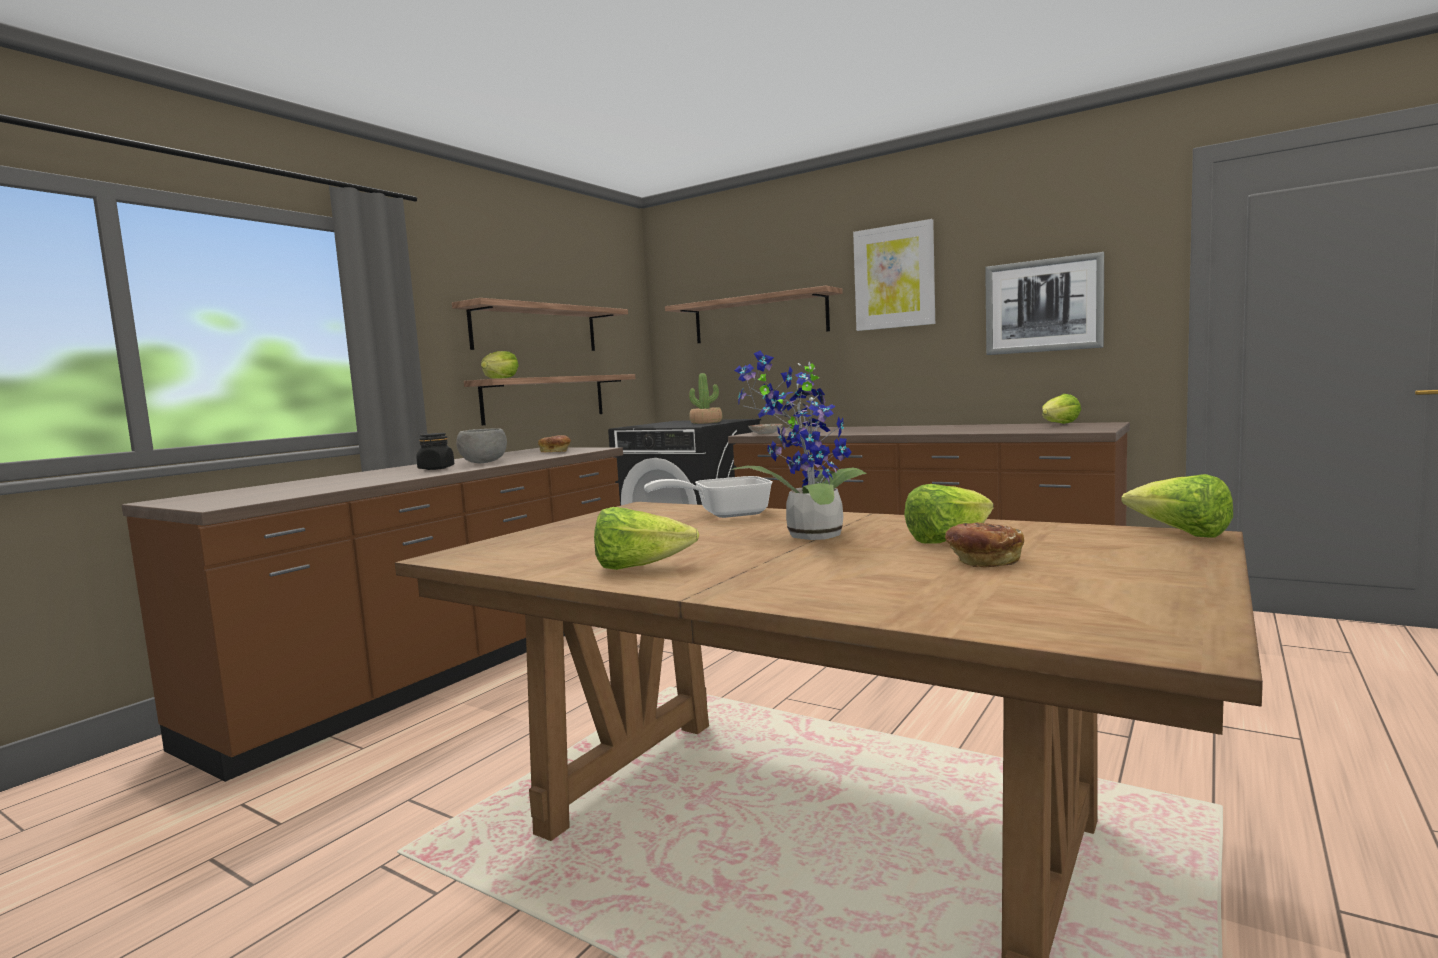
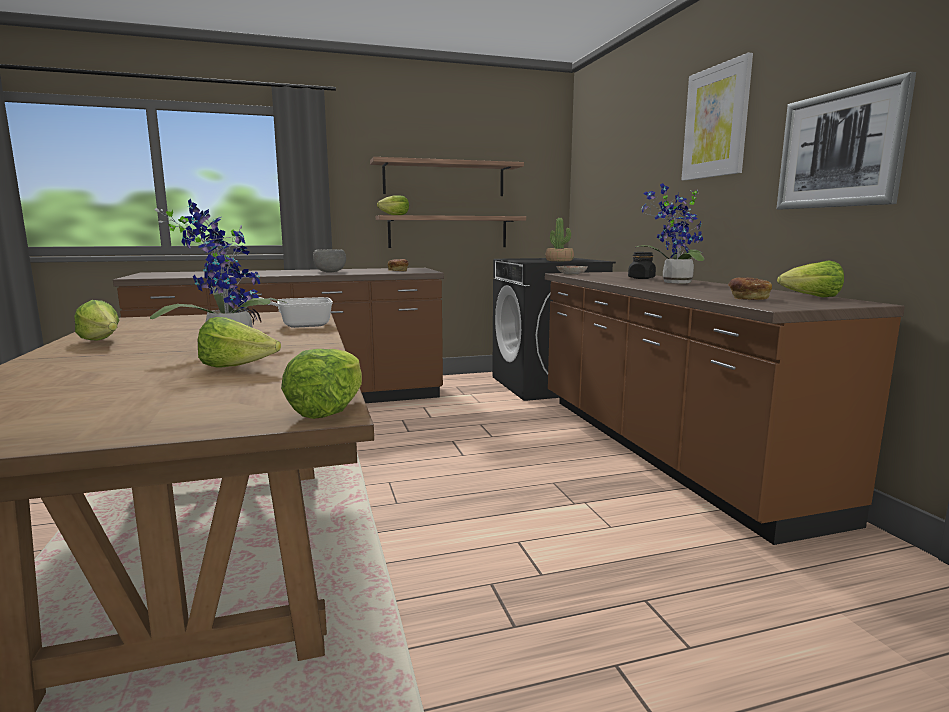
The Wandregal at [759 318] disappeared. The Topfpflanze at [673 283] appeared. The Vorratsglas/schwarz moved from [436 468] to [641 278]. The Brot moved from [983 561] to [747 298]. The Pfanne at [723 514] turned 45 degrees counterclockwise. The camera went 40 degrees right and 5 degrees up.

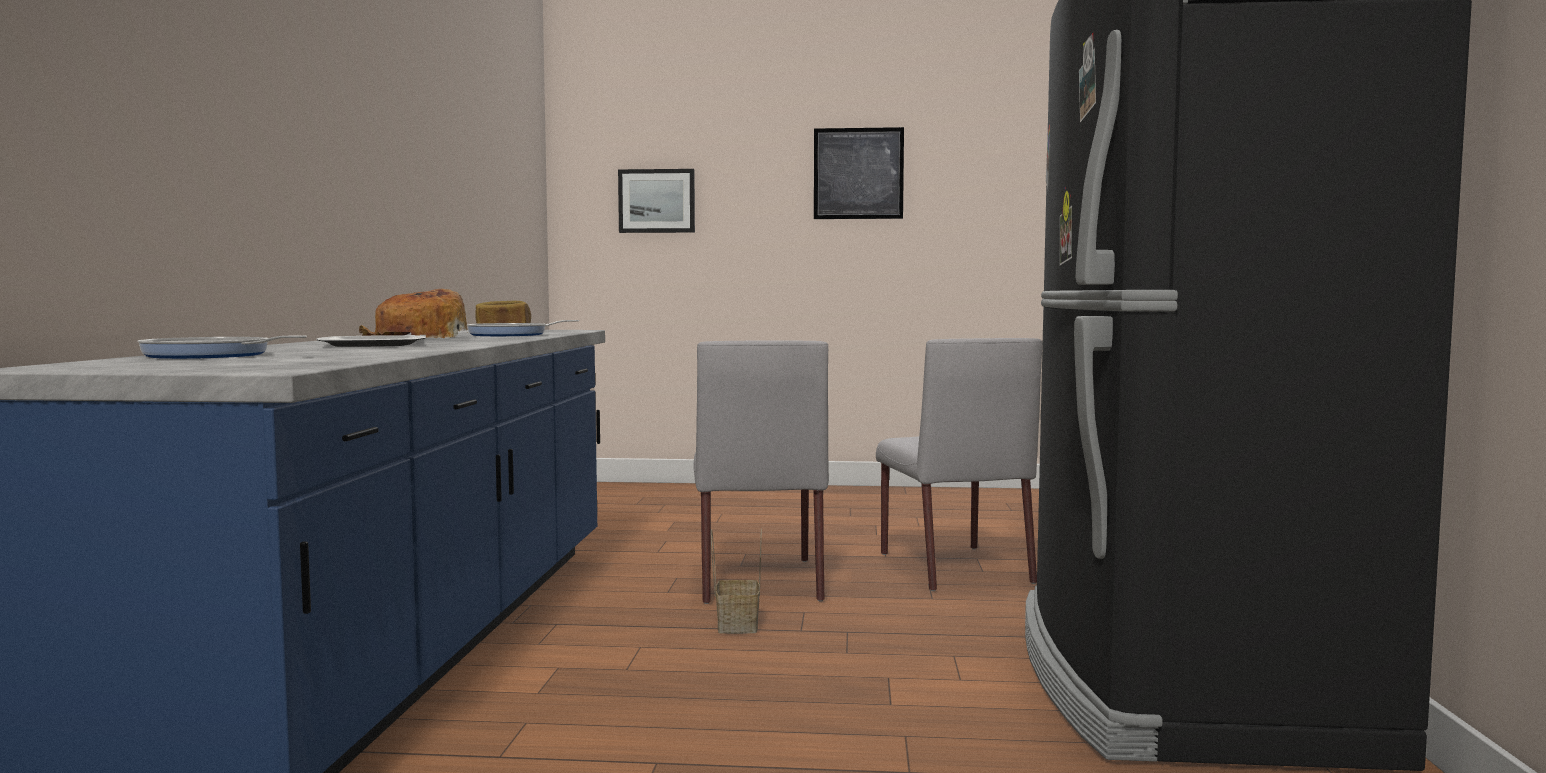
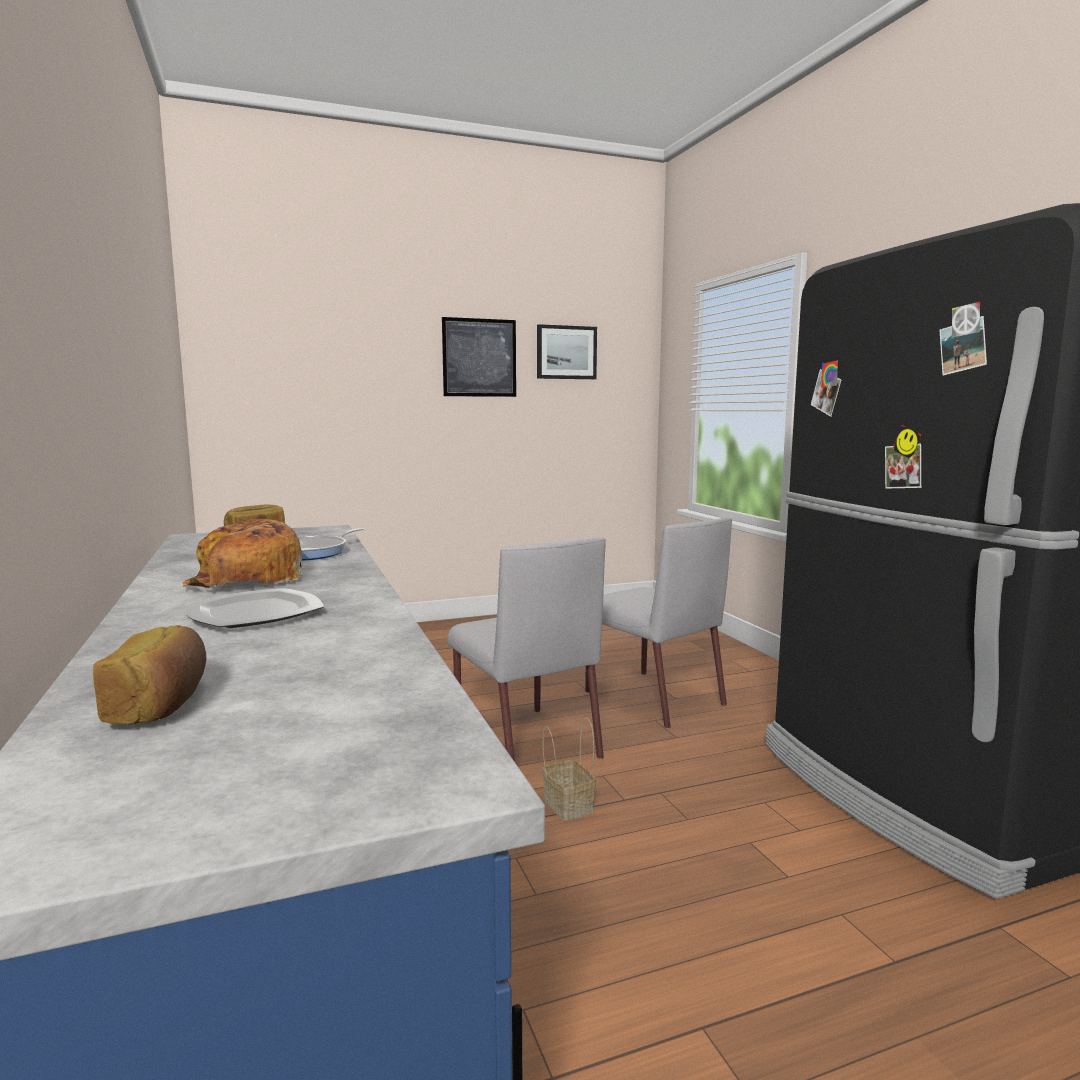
The Bild moved from [657 201] to [566 352]. The Pfanne at [212 355] was replaced by the Brot at [161 704]. The camera went 25 degrees left and 5 degrees up.

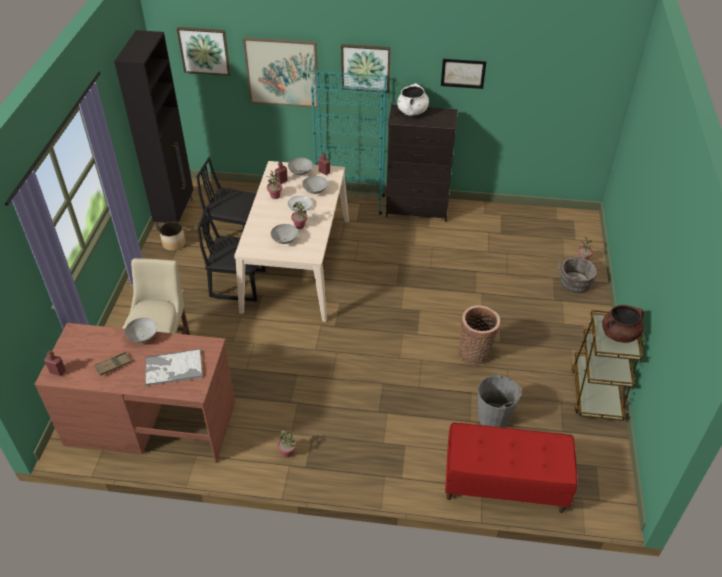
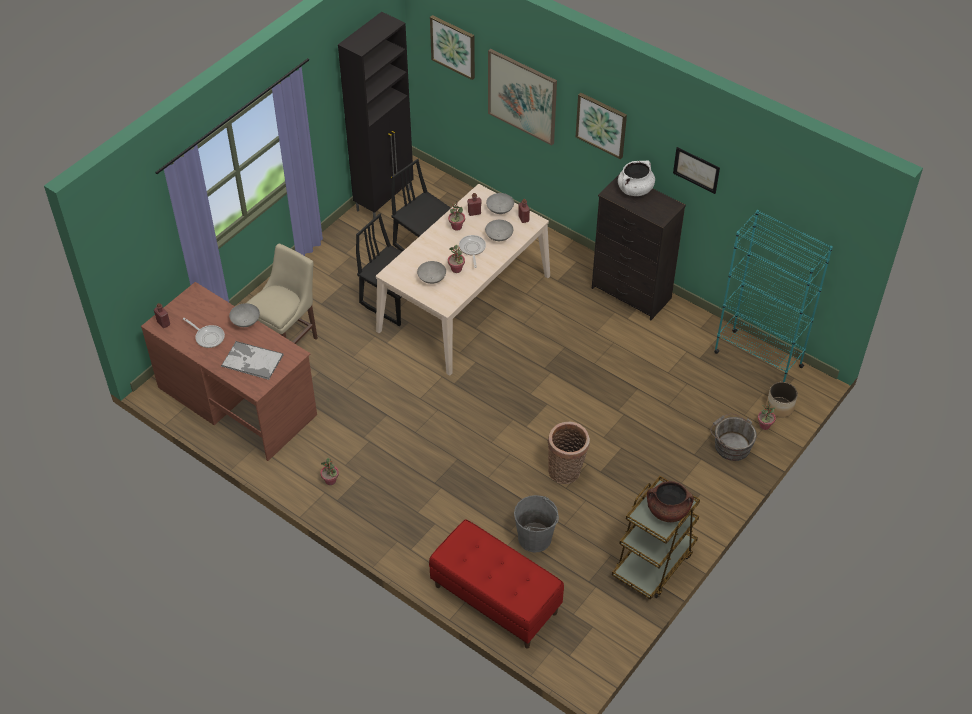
The Pflanzkübel moved from [174 244] to [780 407]. The Bücherregal/türkis moved from [351 202] to [757 359]. The Tablett/braun at [114 365] was replaced by the Pfanne at [208 337]. The camera went 30 degrees right and 5 degrees up.

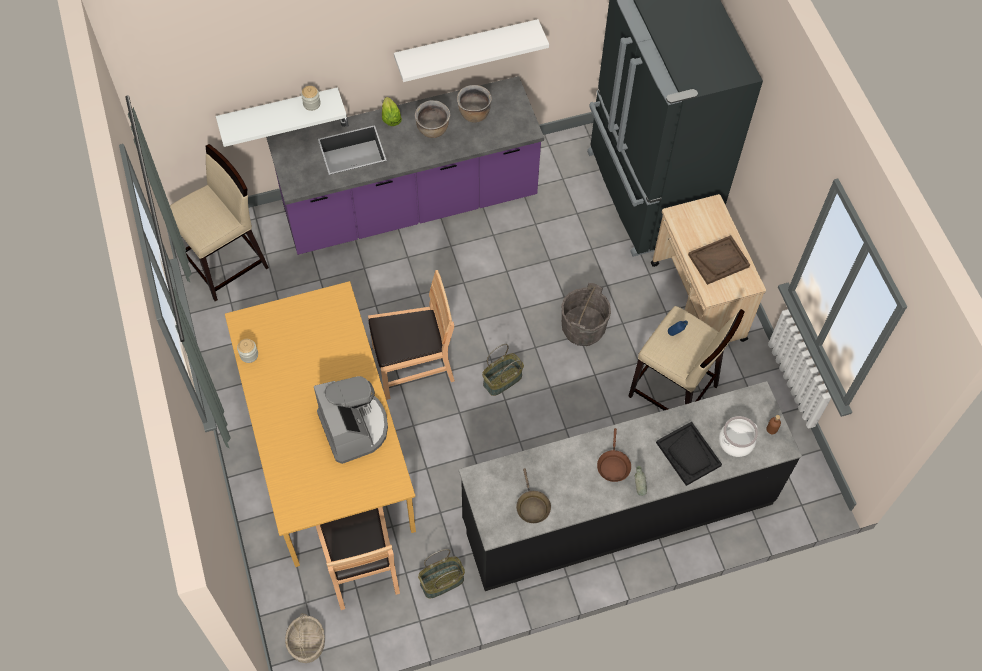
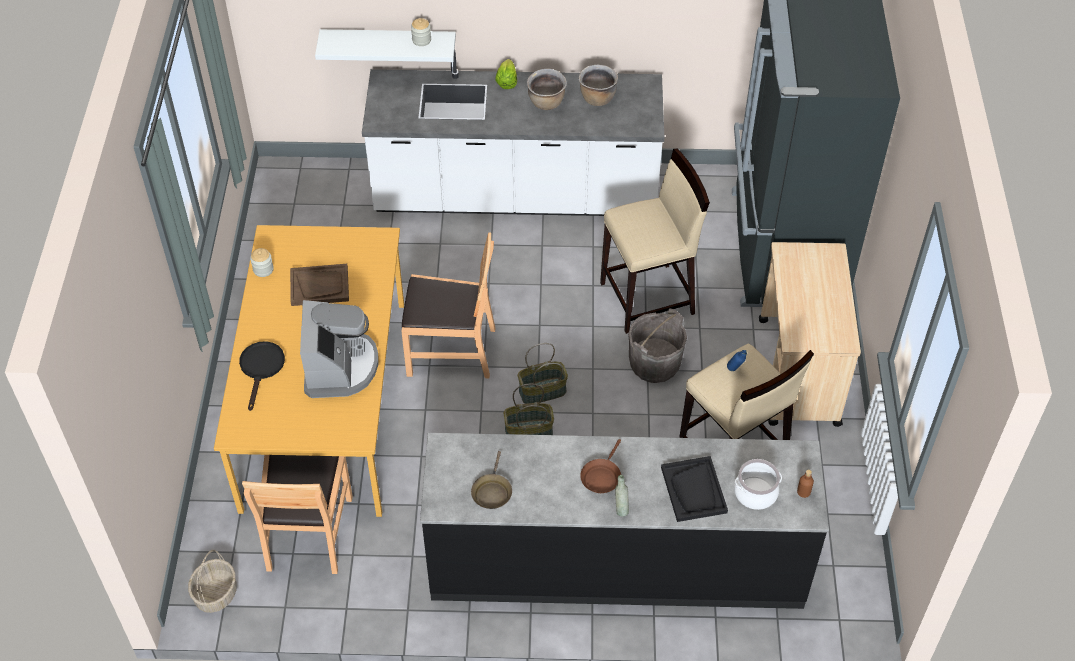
The Wandregal/weiß at [466 46] disappeared. The Pfanne/schwarz at [261 368] appeared. The Hocker/beige moved from [227 264] to [648 298]. The Korb moved from [442 582] to [528 432]. The Tablett/braun moved from [718 260] to [320 286]. The Küchenzeile/lila at [410 205] became the Küchenzeile/weiß at [515 196]. The camera went 20 degrees right and 10 degrees down.

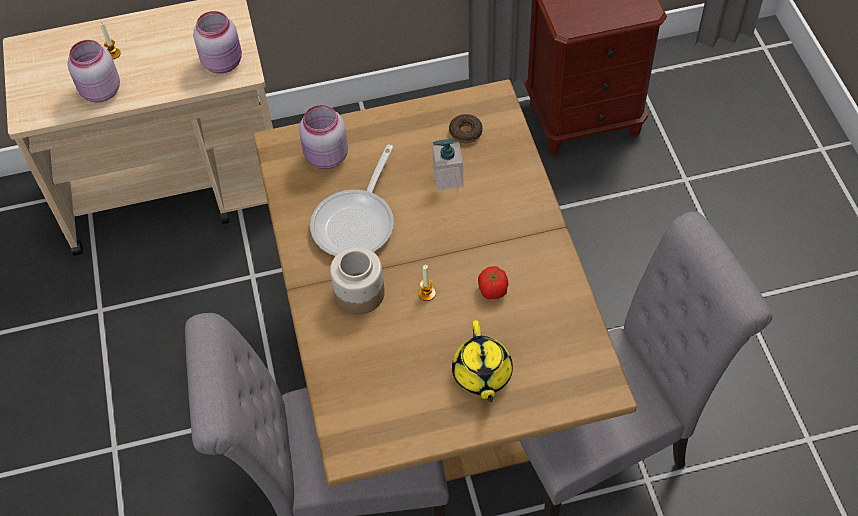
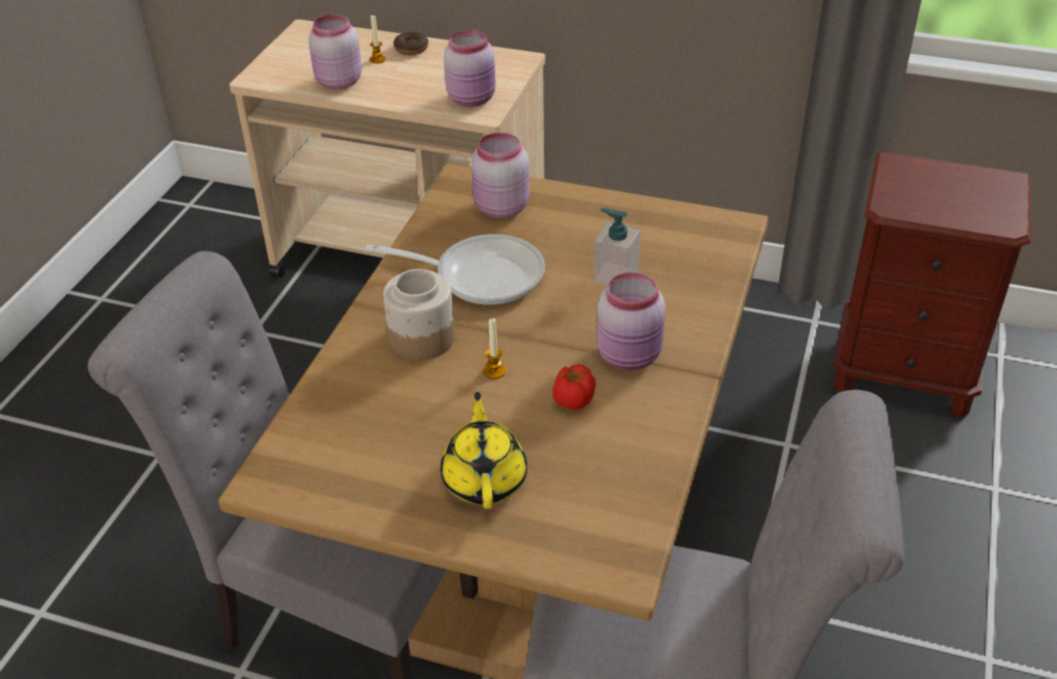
The Vorratsglas/rosa at [631 356] appeared. The Donut moved from [465 132] to [411 49]. The Pfanne at [357 222] turned 135 degrees counterclockwise. The Teekanne/gelb at [482 375] turned 150 degrees clockwise. The camera went 30 degrees right and 15 degrees down.

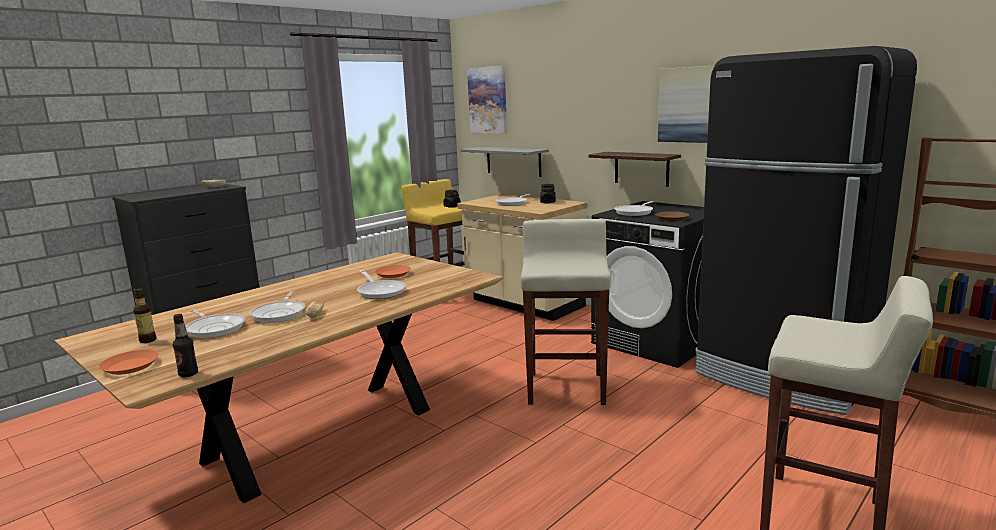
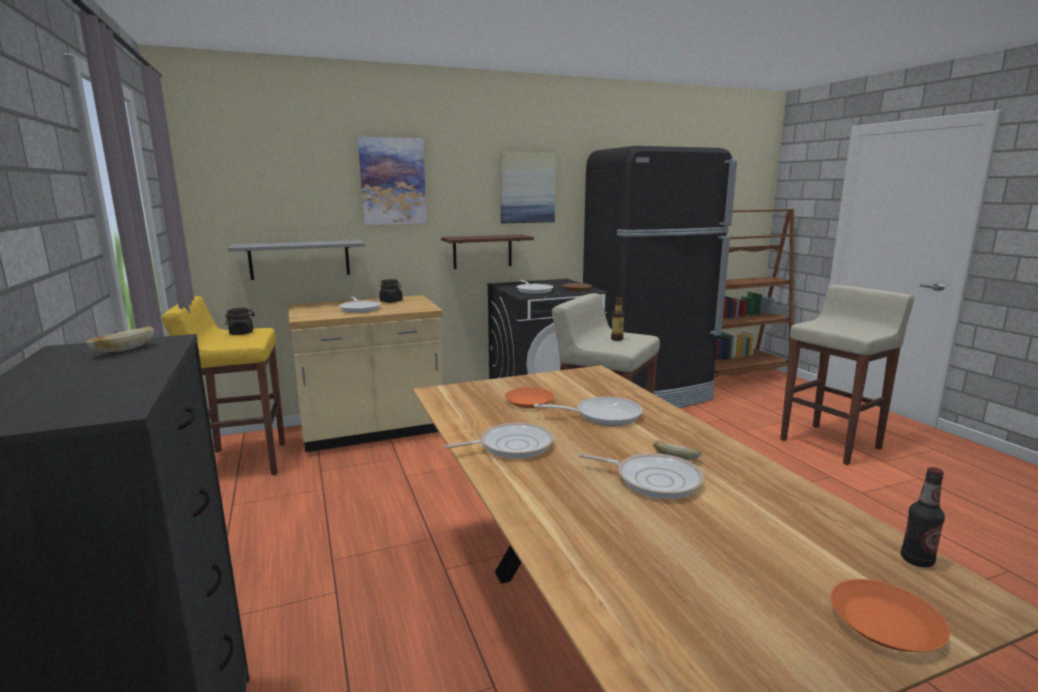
The Flasche moved from [148 340] to [617 339]. The Pfanne moved from [215 328] to [511 446]. The Bild moved from [488 100] to [393 181]. The camera went 65 degrees left and 0 degrees up.

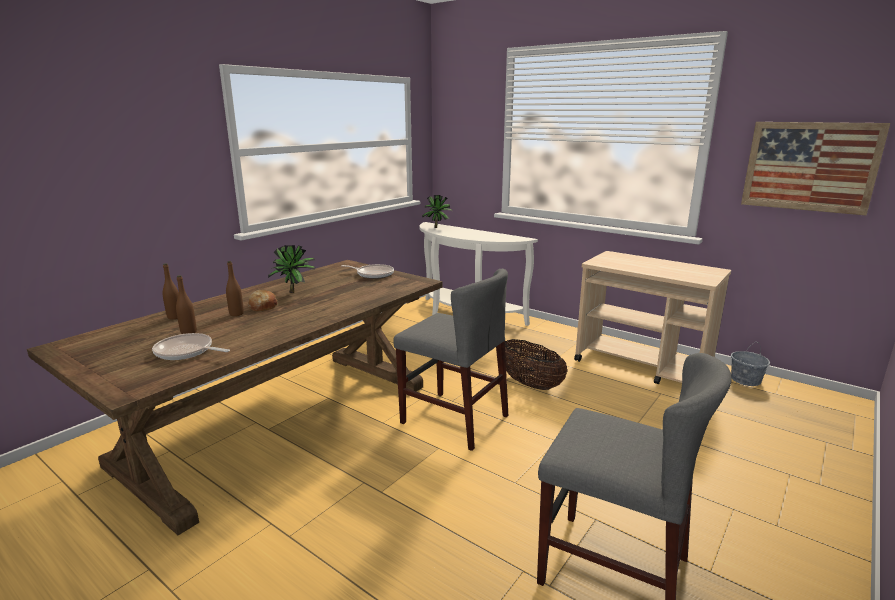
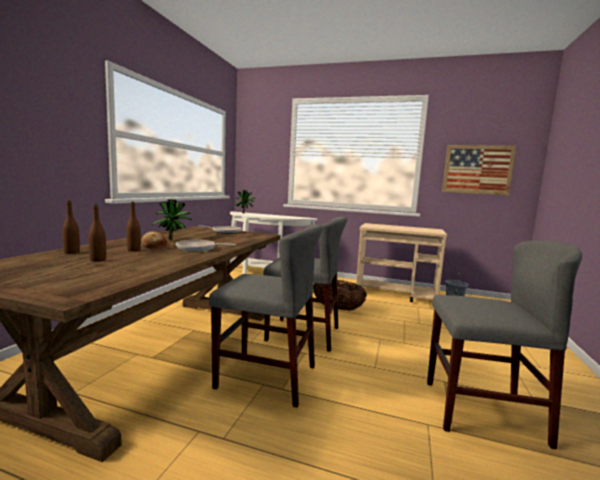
The Stuhl/grau at [266 376] appeared. The Pfanne moved from [186 352] to [198 249]. The camera went 20 degrees left and 10 degrees down.

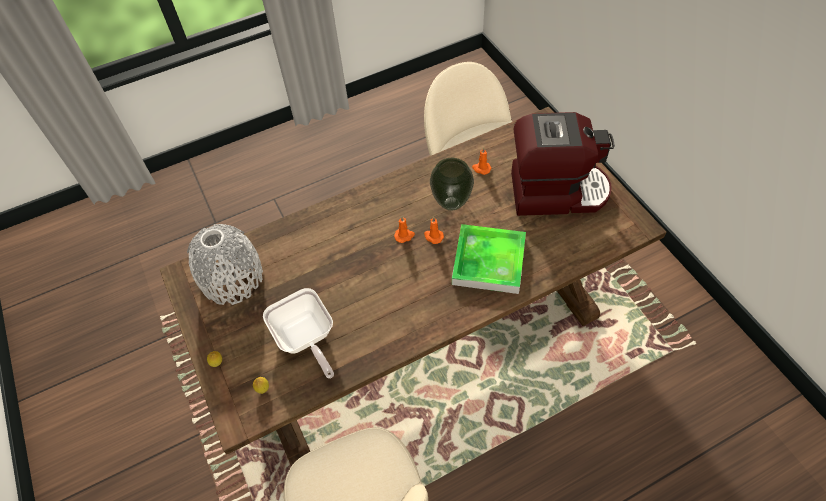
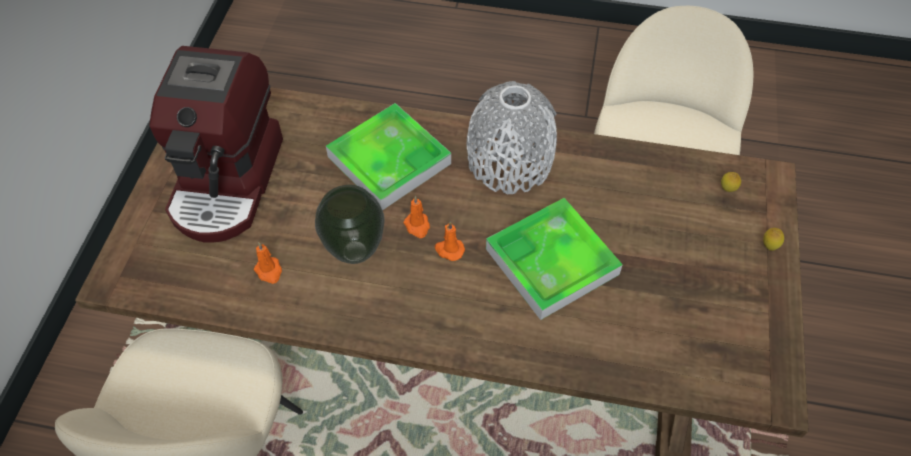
The Pfanne at [305 339] disappeared. The Tablett at [551 261] appeared. The Vase/grau moved from [232 278] to [509 162]. The Kaffeemaschine at [556 191] turned 120 degrees counterclockwise. The camera went 145 degrees left and 0 degrees up.

